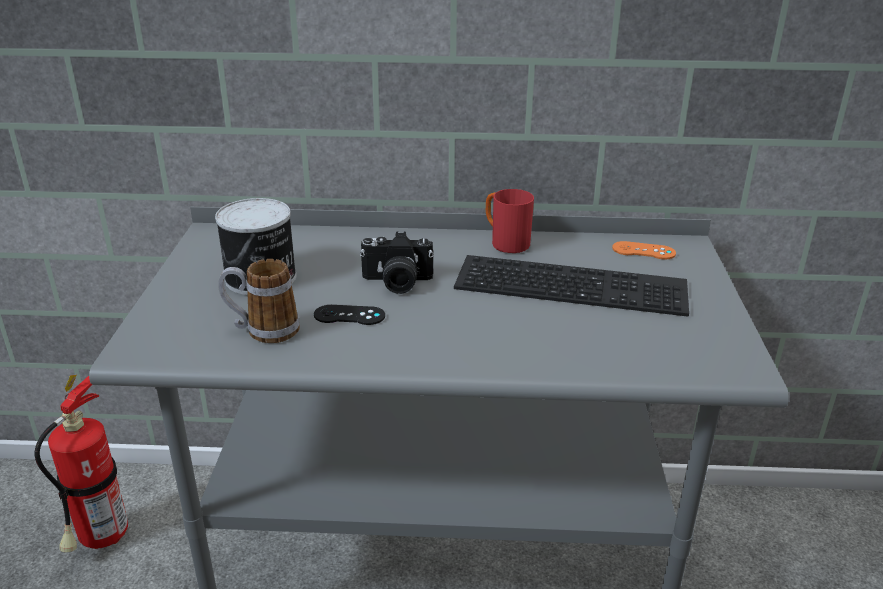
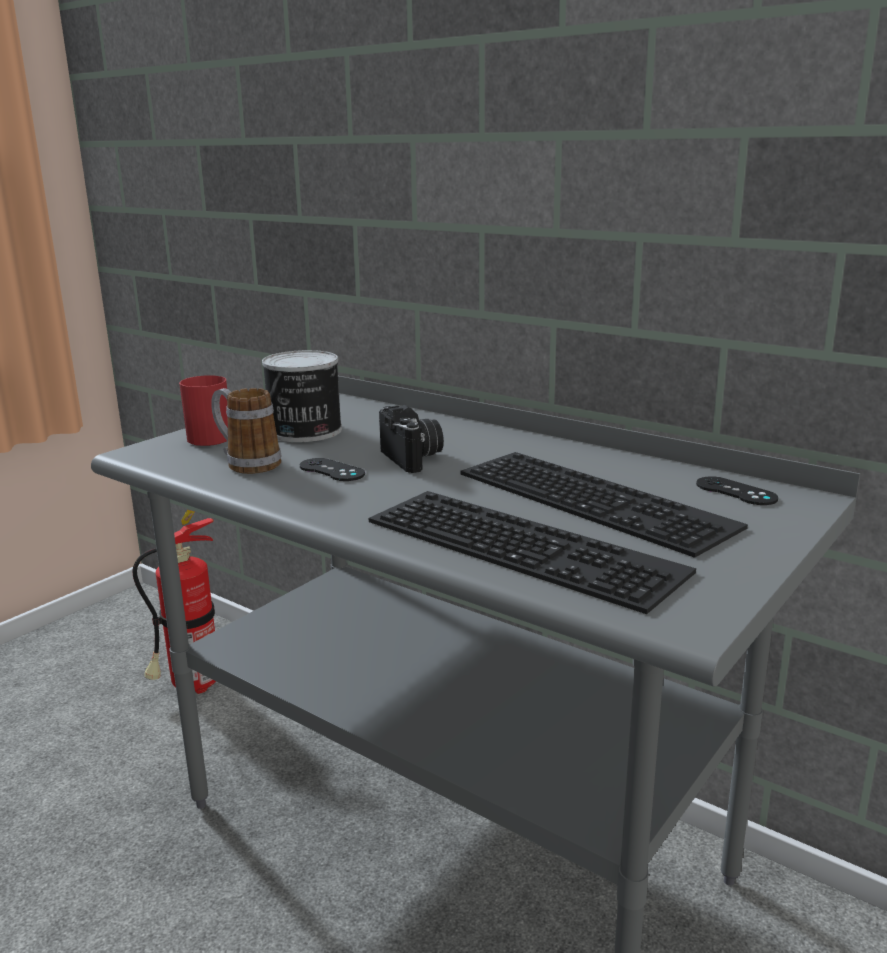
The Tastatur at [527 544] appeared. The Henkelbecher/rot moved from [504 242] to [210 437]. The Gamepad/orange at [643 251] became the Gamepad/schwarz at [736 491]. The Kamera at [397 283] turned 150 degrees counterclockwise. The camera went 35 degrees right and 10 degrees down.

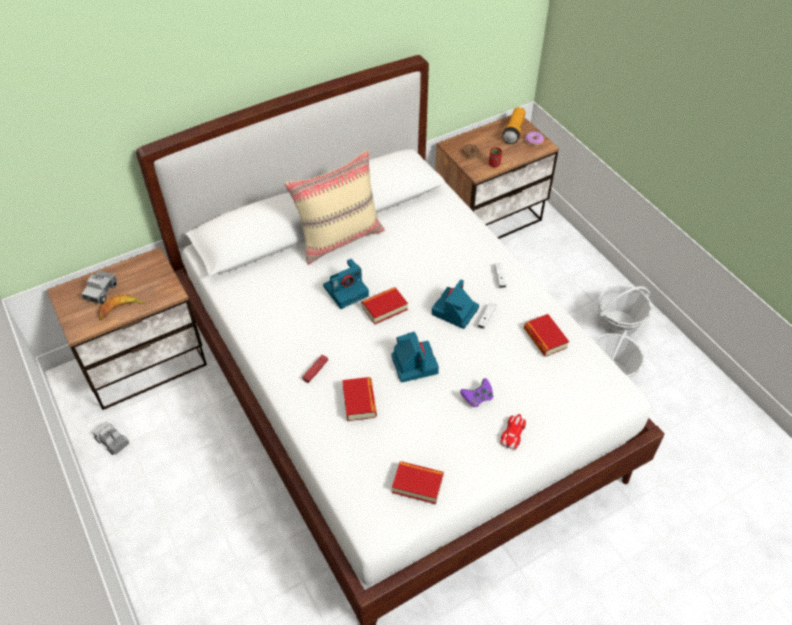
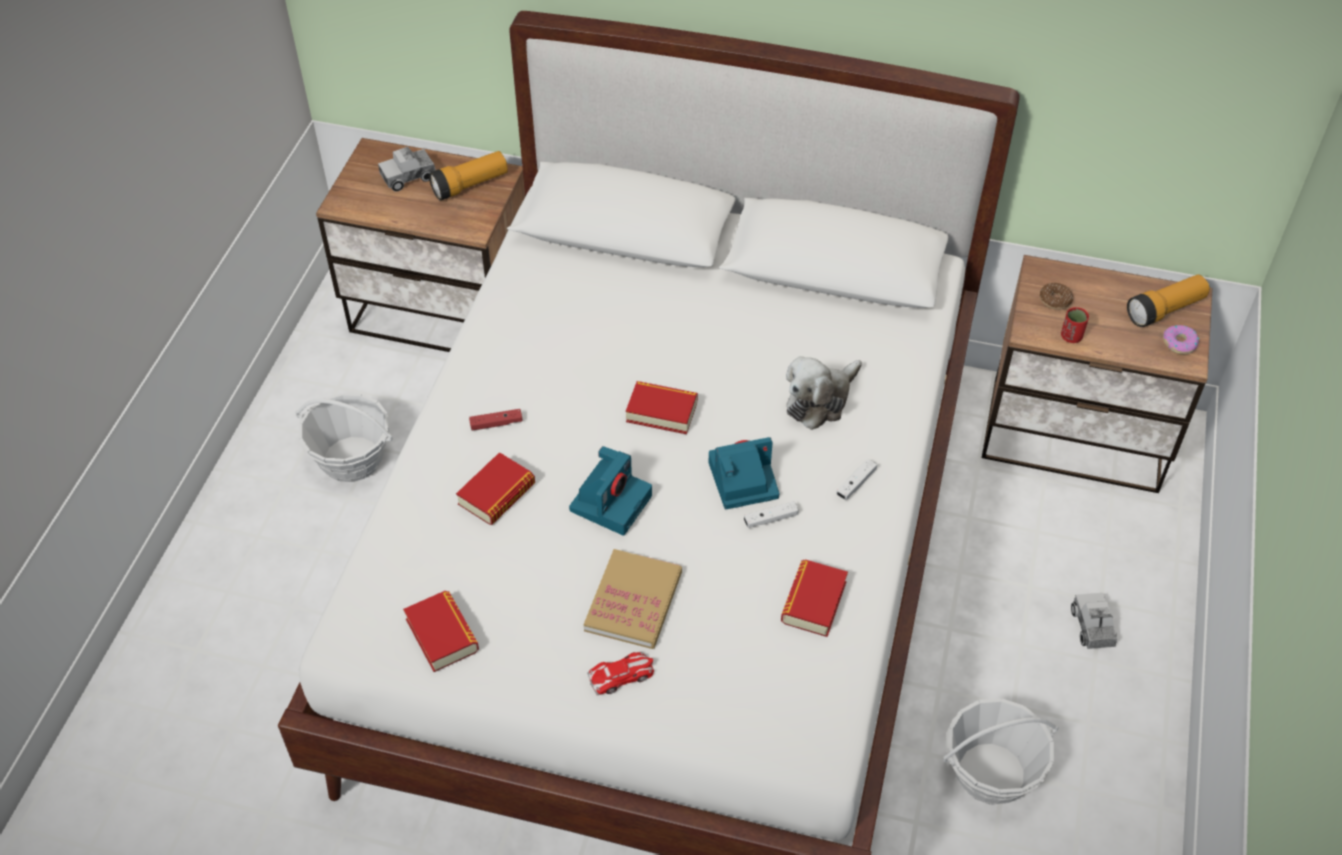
The Banane at [120 310] disappeared. The Kissen/beige at [340 238] disappeared. The Kamera at [346 290] disappeared. The Taschenlampe at [470 185] appeared. The Plüschtier at [820 400] appeared. The Spielzeuglaster moved from [113 441] to [1092 627]. The Korb moved from [618 323] to [351 459]. The Gamepad/lila at [477 398] was replaced by the Buch at [633 601]. The camera went 45 degrees right and 0 degrees up.

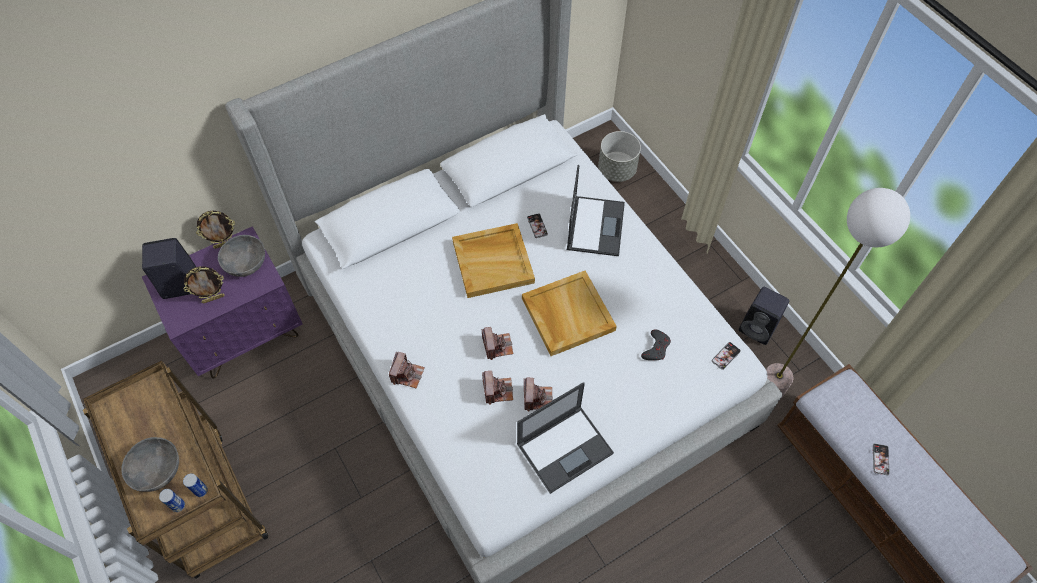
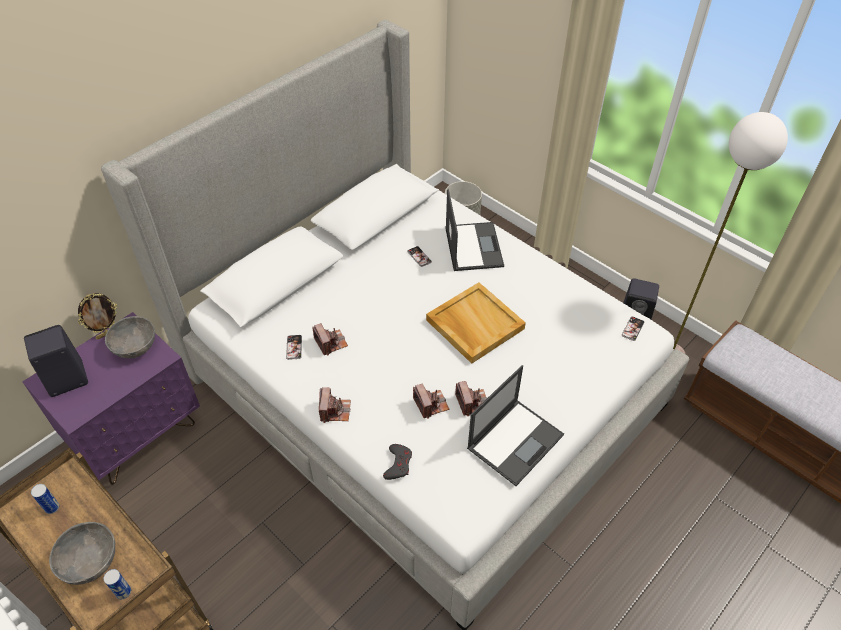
The Bilderrahmen at [213 298] disappeared. The Tablett/beige at [493 261] disappeared. The Dose moved from [201 491] to [52 508]. The Kamera moved from [497 346] to [331 343]. The Gamepad/grau moved from [656 348] to [398 464]. The Handy moved from [880 459] to [294 347]. The camera went 15 degrees left and 10 degrees down.

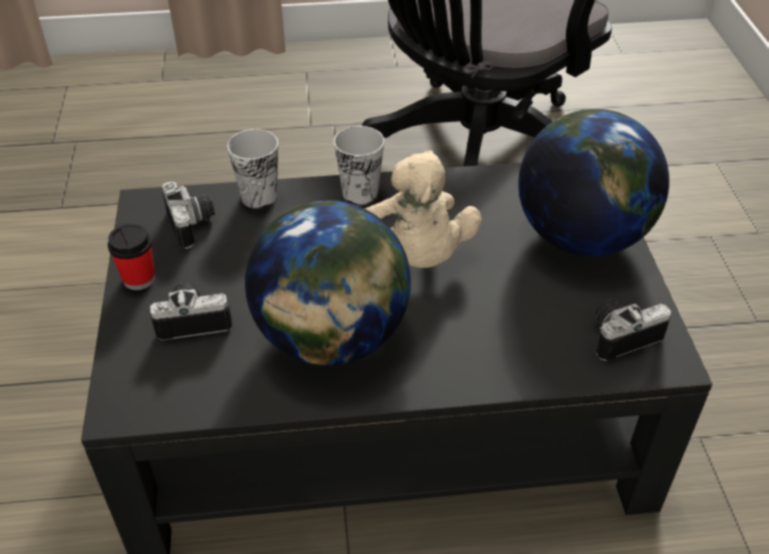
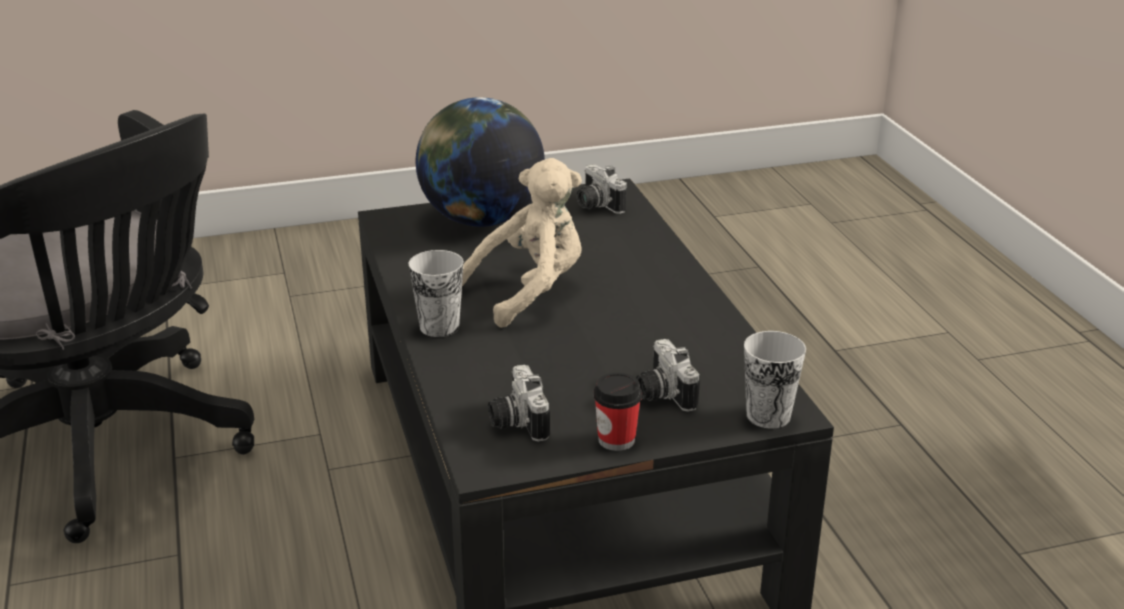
The Globus at [332 338] disappeared. The Tasse moved from [259 197] to [768 415]. The Kamera at [193 224] turned 75 degrees counterclockwise. The camera went 100 degrees left and 15 degrees down.

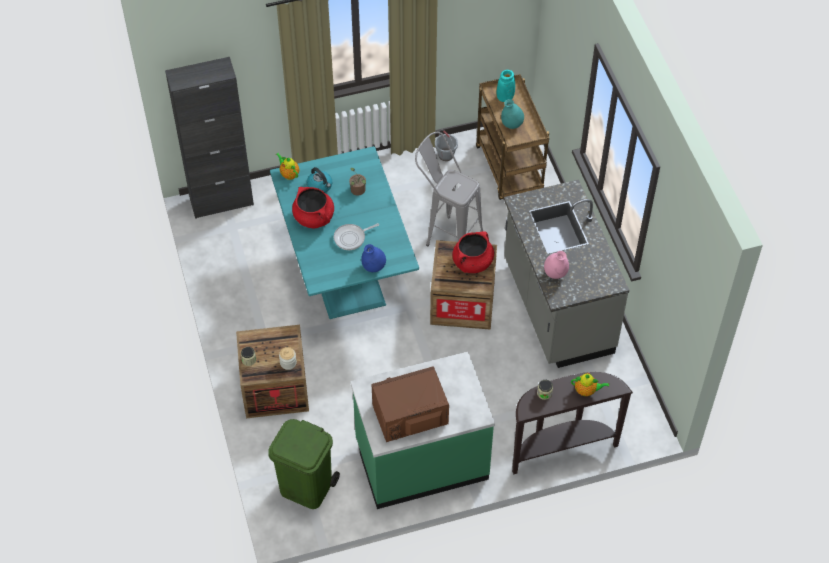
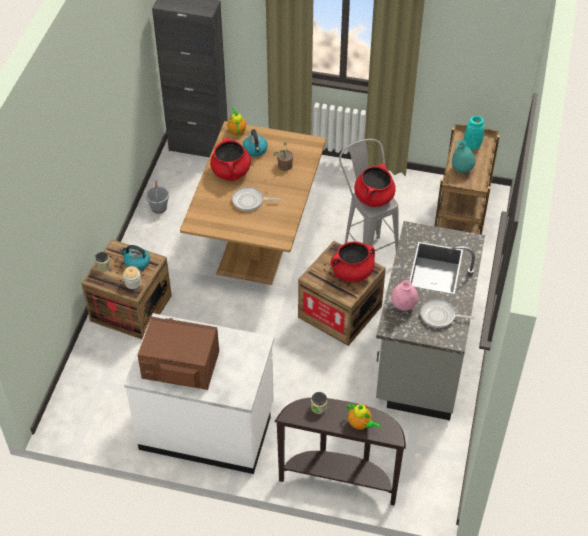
The Mülleimer/grün at [307 487] disappeared. The Vase/blau at [373 267] disappeared. The Wasserkessel at [136 263] appeared. The Kochtopf/rot at [374 197] appeared. The Pfanne at [440 316] appeared. The Eimer/grau moved from [445 155] to [159 208]. The Esstisch/türkis at [346 272] became the Esstisch/braun at [257 244]. The Küchenzeile/grün at [421 459] became the Küchenzeile/weiß at [207 427]. The camera went 30 degrees right and 5 degrees down.

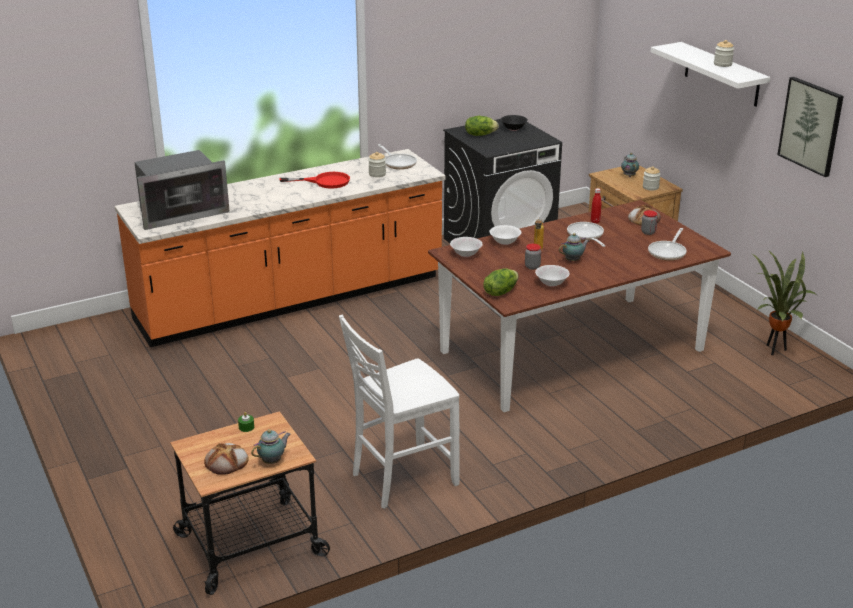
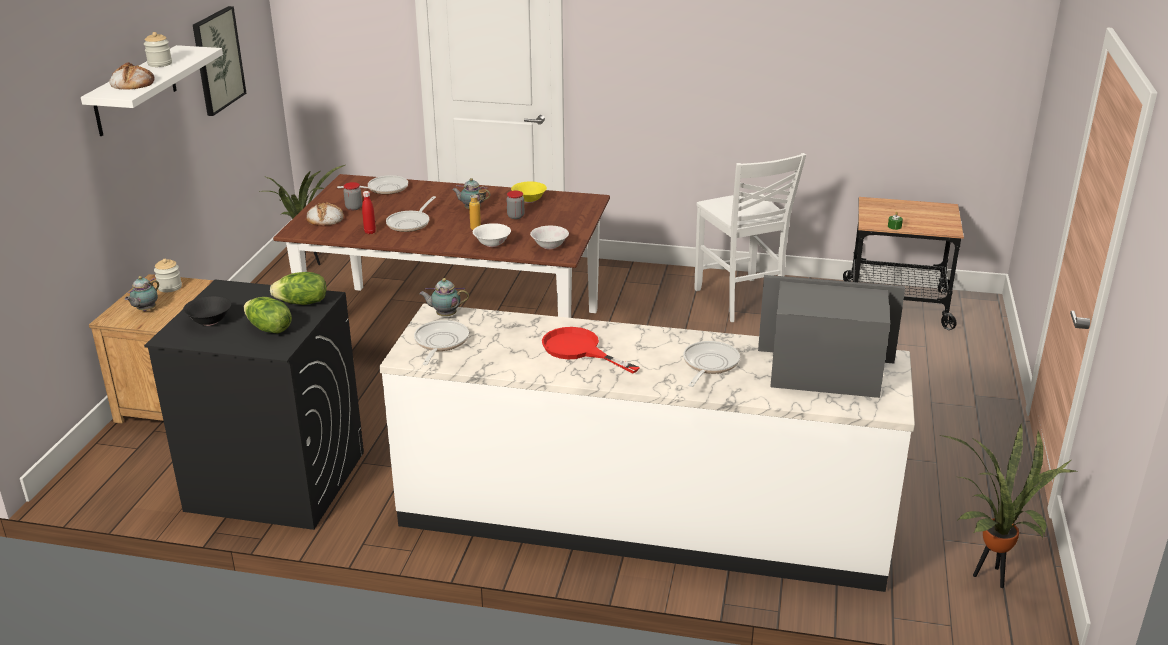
The Vorratsglas at [377 174] disappeared. The Pfanne at [709 365] appeared. The Topfpflanze at [989 576] appeared. The Brot moved from [227 462] to [132 83]. The Teekanne moved from [273 461] to [445 315]. The Salatkopf moved from [500 292] to [302 303]. The Küchenzeile/orange at [291 300] became the Küchenzeile/weiß at [642 518]. The Schüssel/weiß at [551 283] became the Schüssel/gelb at [529 200]. The Stuhl/weiß at [401 478] turned 60 degrees clockwise. The camera went 140 degrees left and 0 degrees up.

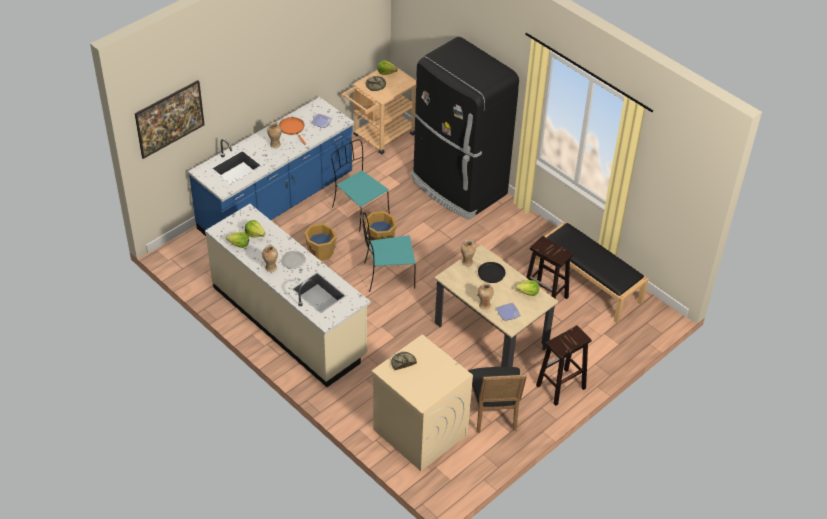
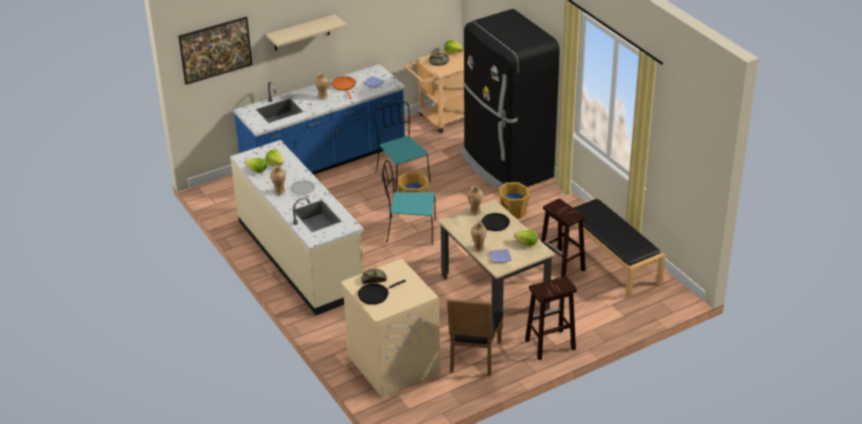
The Wandregal/beige at [301 33] appeared. The Pfanne/schwarz at [375 295] appeared. The Eimer/orange moved from [321 252] to [514 212]. The camera went 15 degrees right and 10 degrees down.

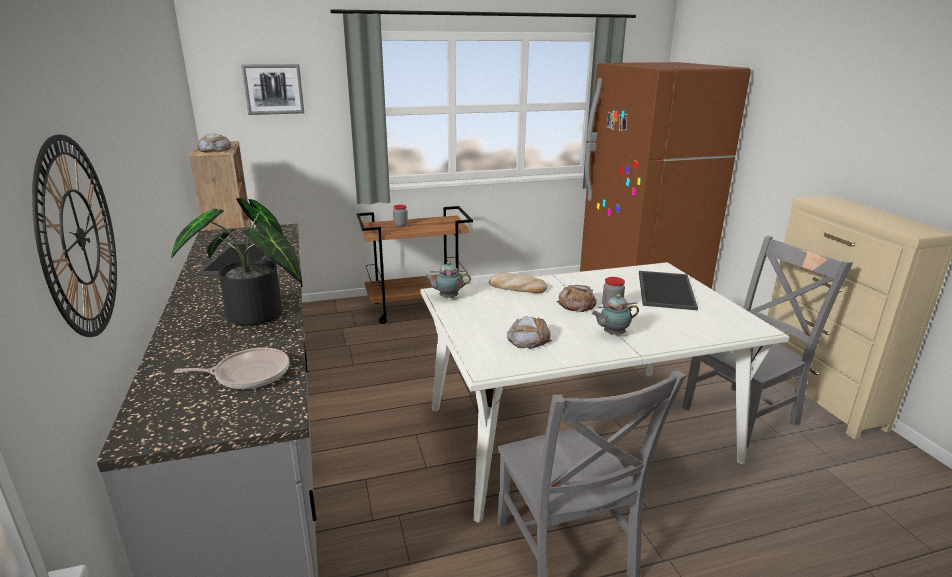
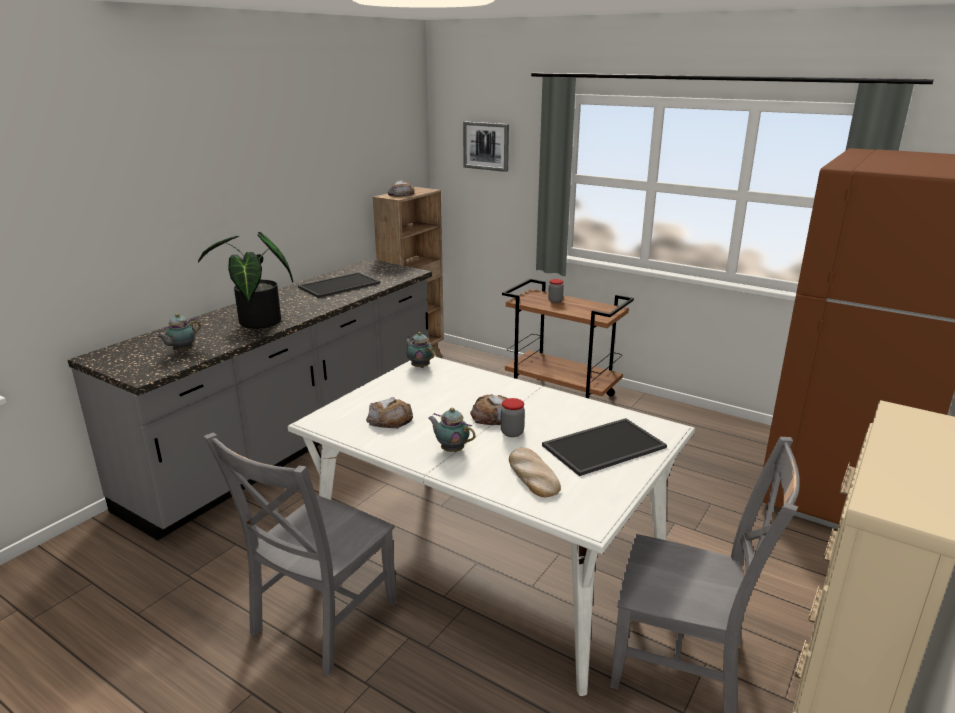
The Wanduhr at [79 237] disappeared. The Brot moved from [517 287] to [532 475]. The Pfanne at [248 374] was replaced by the Teekanne at [182 351]. The camera went 50 degrees right and 0 degrees up.

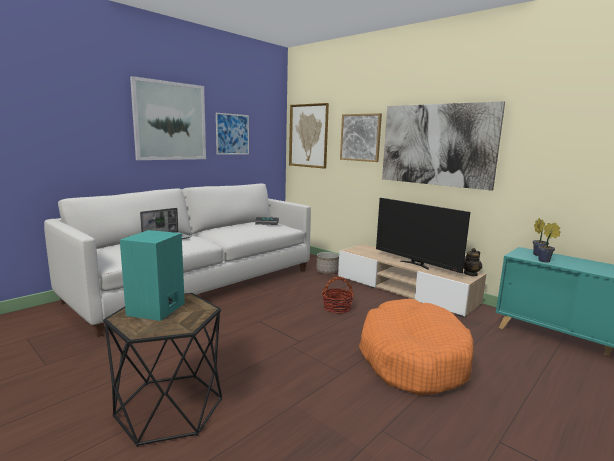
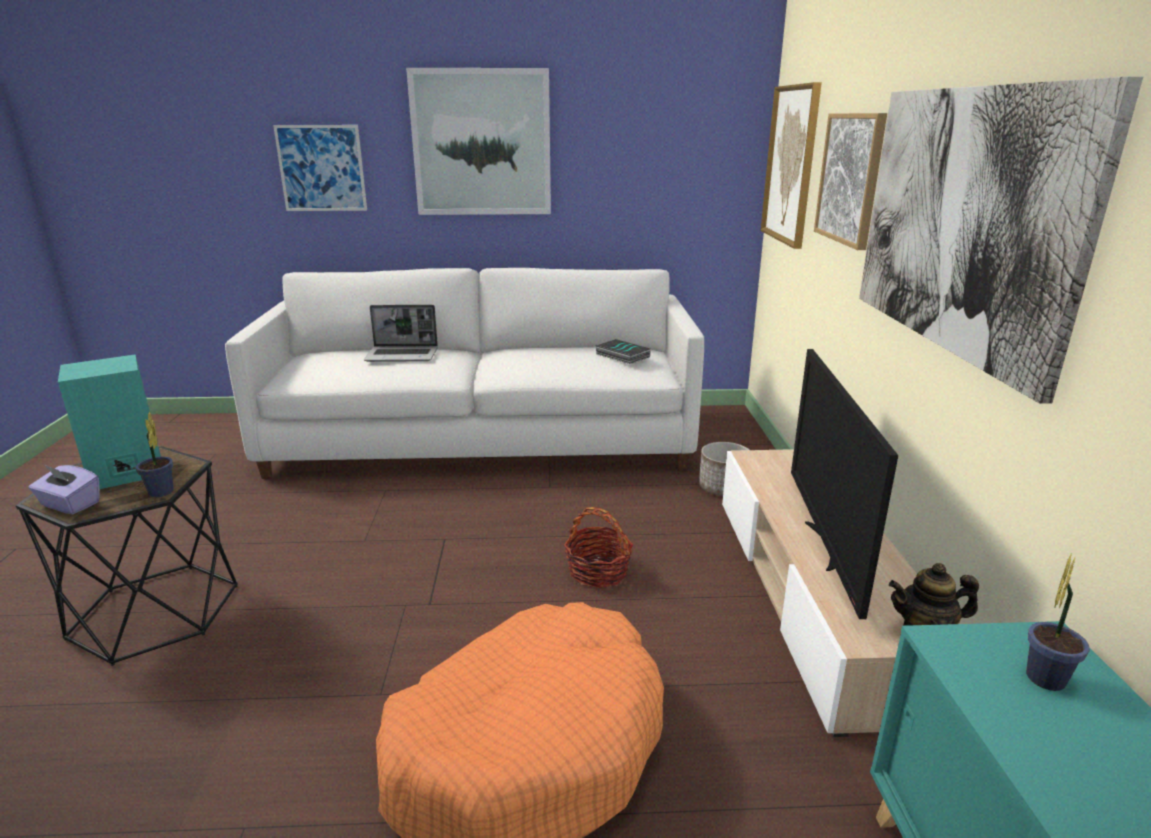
The Taschentuchbox/lila at [70 505] appeared. The Bild moved from [232 134] to [321 168]. The Topfpflanze moved from [545 261] to [161 493]. The camera went 45 degrees right and 10 degrees up.

